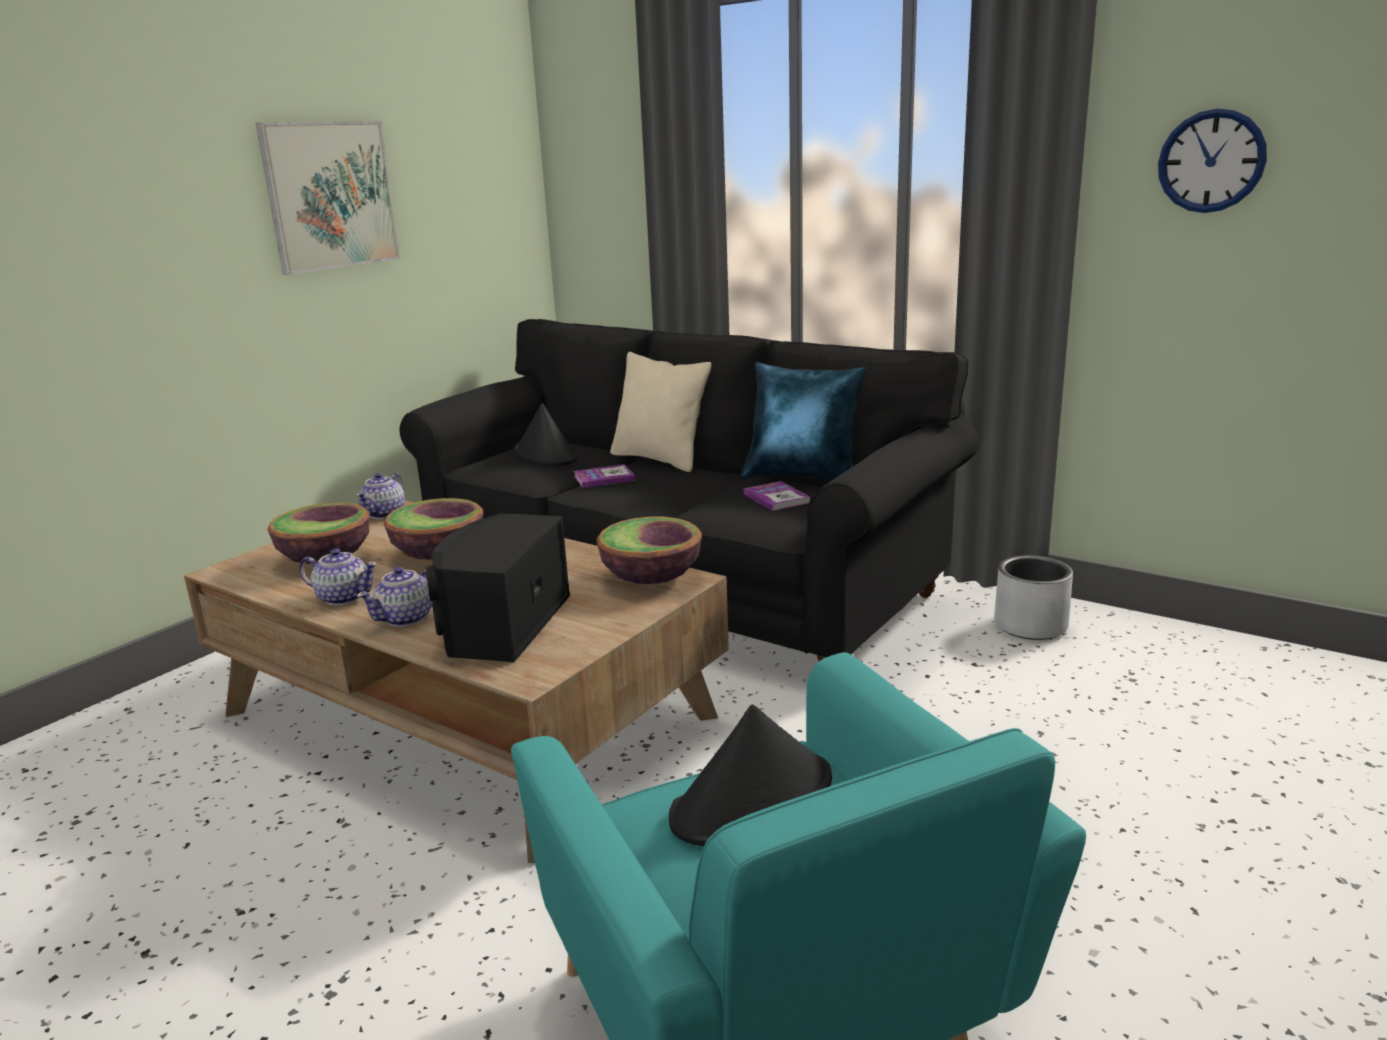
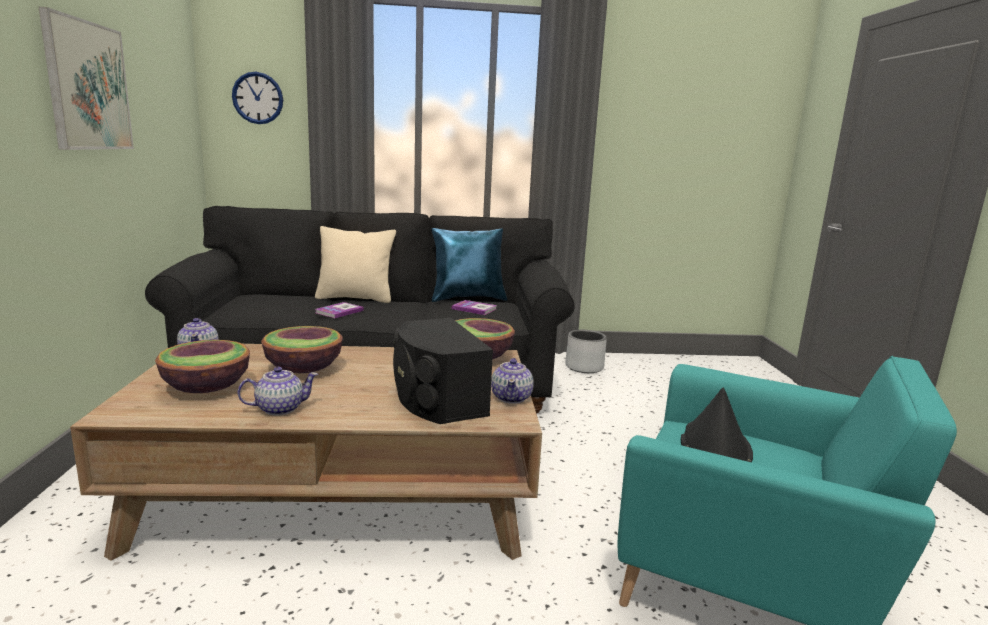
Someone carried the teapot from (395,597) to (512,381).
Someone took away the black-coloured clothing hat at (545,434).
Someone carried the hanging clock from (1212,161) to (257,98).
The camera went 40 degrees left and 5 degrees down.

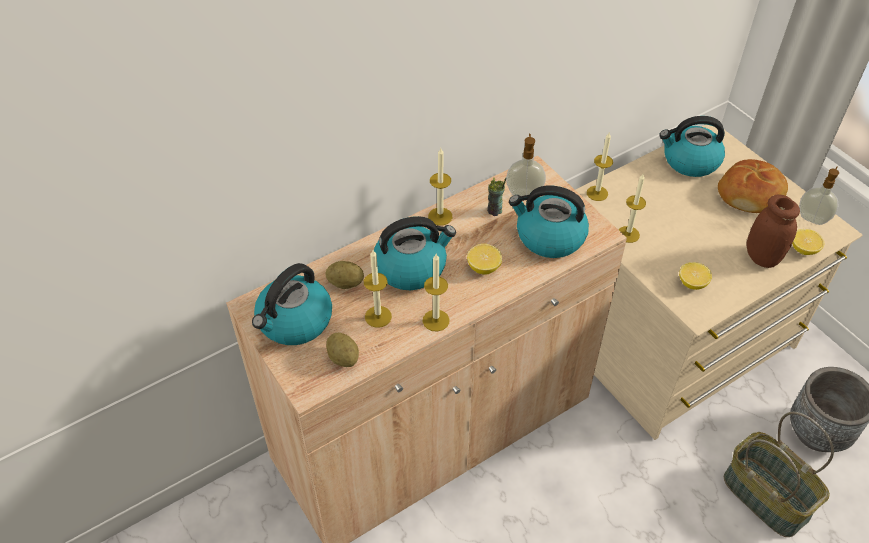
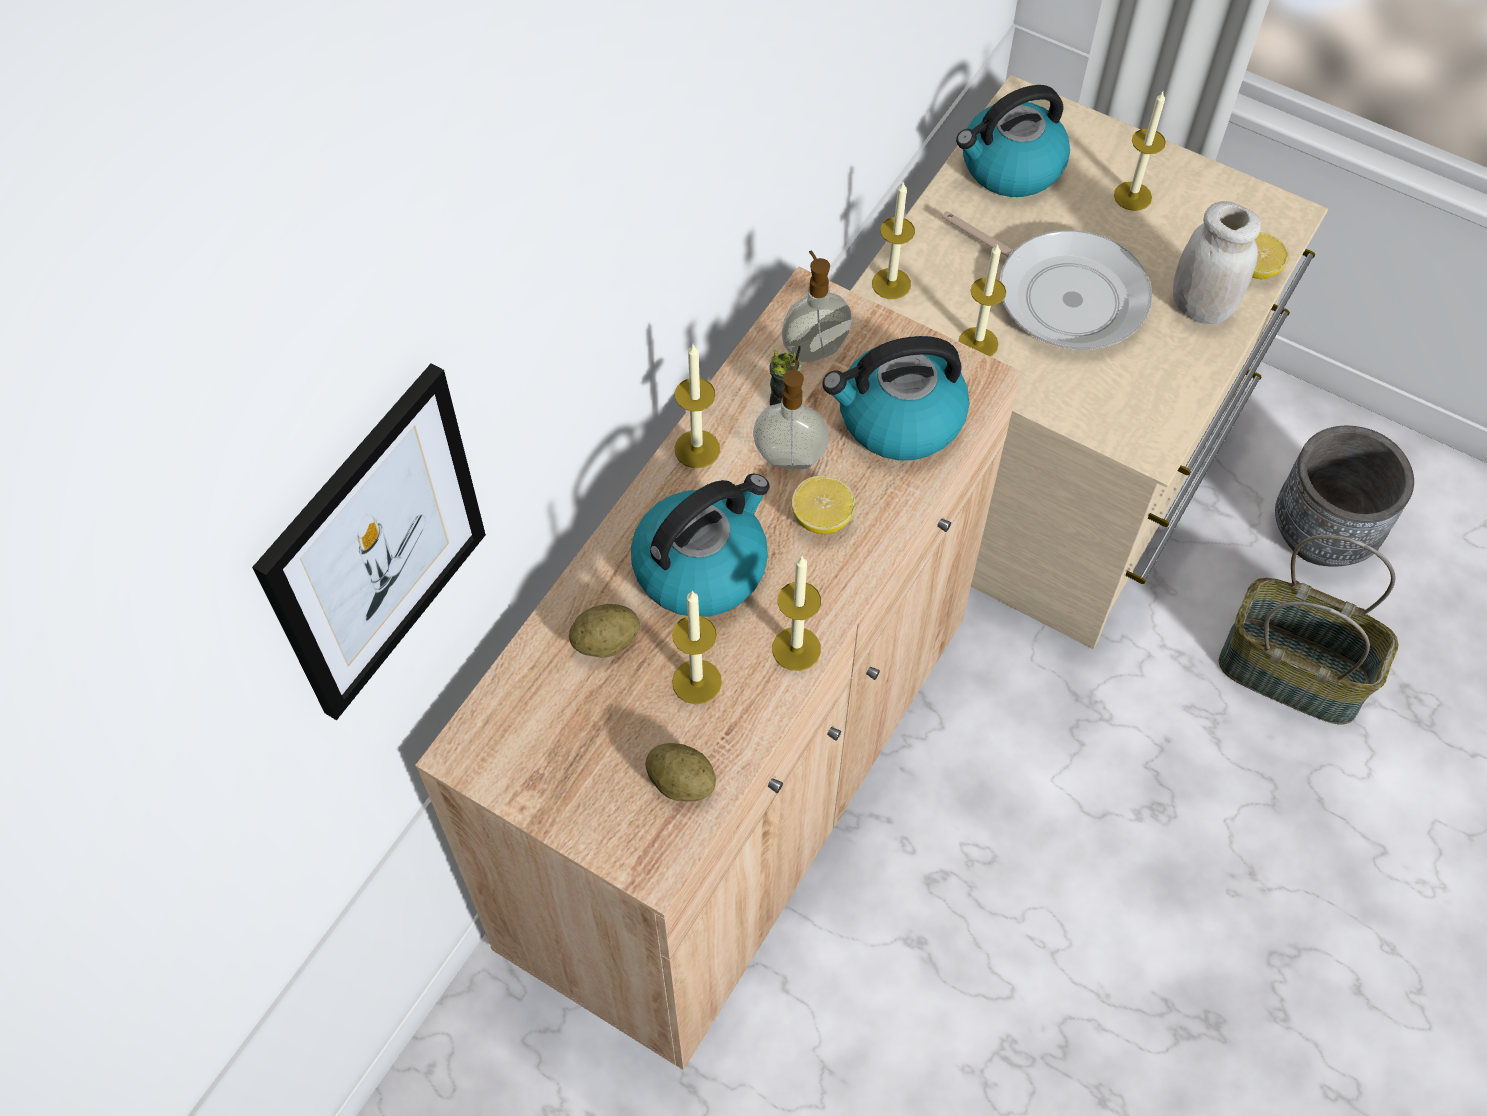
Someone took away the kettle at (292,304).
Someone took away the whole lemon at (695,276).
Someone swapped the baked bread at (753,186) for the wax light at (1140,151).
Someone repainted the brownish jar at (773,231), which became the white jar at (1217,262).
Someone carried the liquid soap bottle from (819,195) to (791,415).
Someone put up the picture at (369,541).
Someone put down the frying pan at (1047,280).
The camera went 25 degrees left and 10 degrees up.

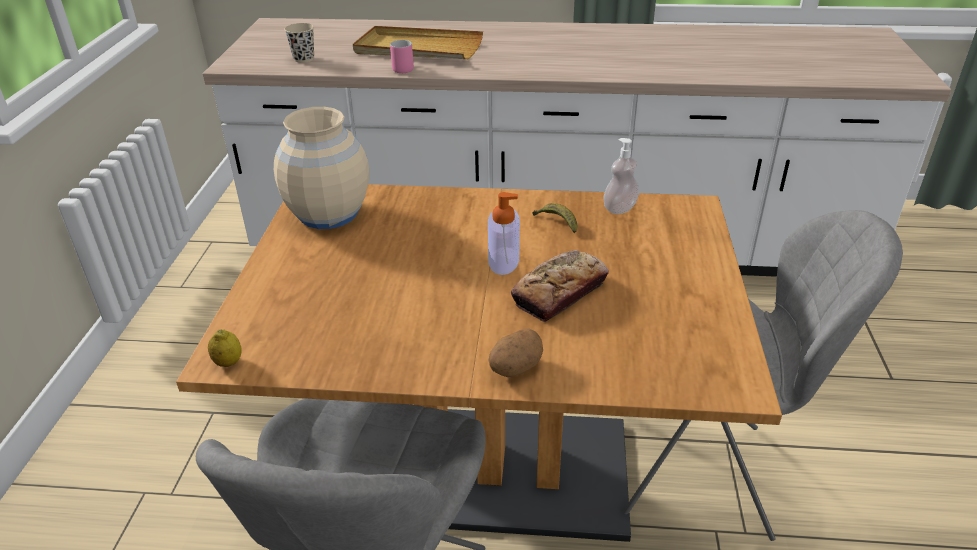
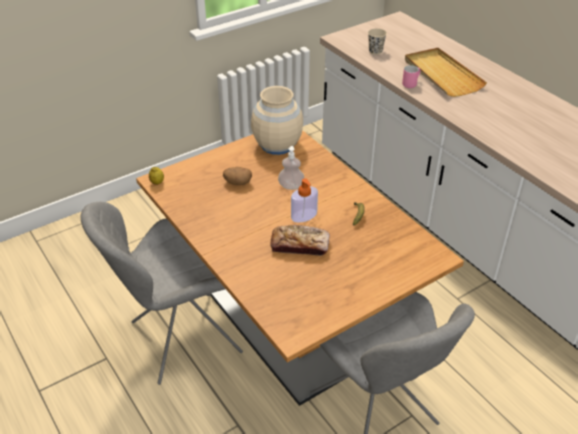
Someone carried the potato from (515,353) to (237,176).
Someone carried the liquid soap bottle from (621,176) to (291,168).
The camera went 50 degrees right and 5 degrees up.

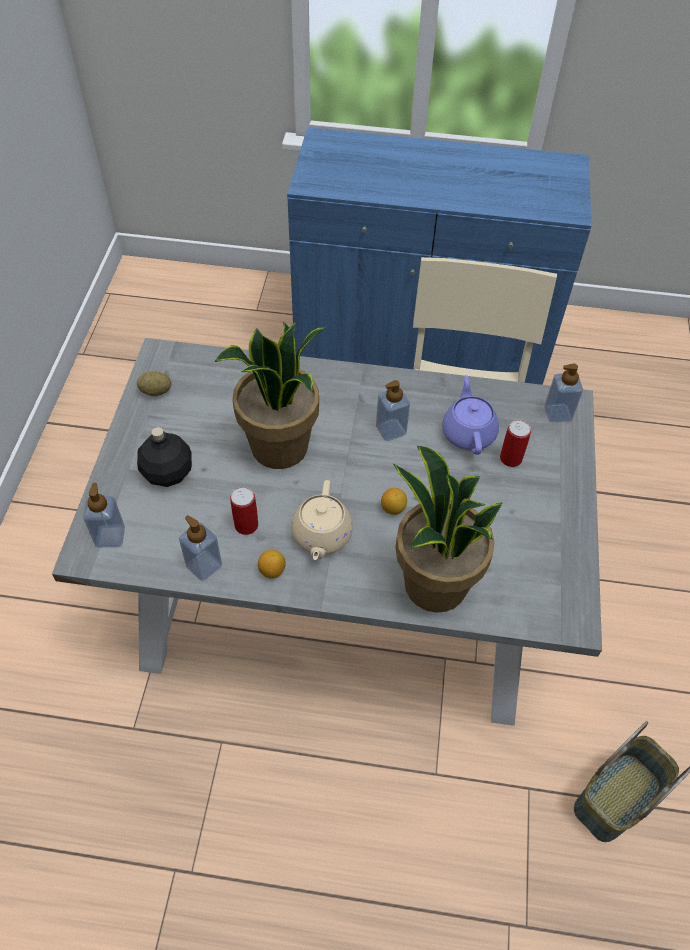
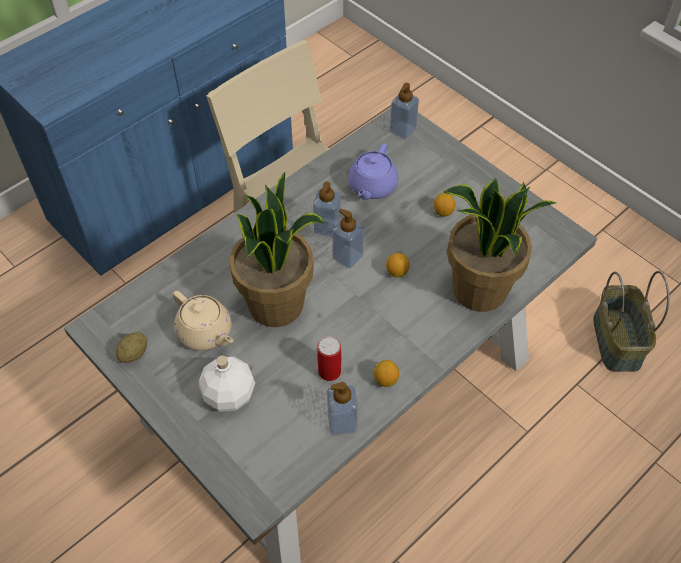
Someone carried the liquid soap bottle from (104,515) to (348,238).
Someone repainted the black-coloured beverage bottle at (164,457), which became the white beverage bottle at (227,384).
Someone carried the beige teapot from (322,520) to (203,320).
Someone rotated the purple-coloured teapot at (470,415) by 105 degrees counterclockwise.
Someone took away the metal can at (515,443).
Someone put down the whole lemon at (444,205).
The camera went 50 degrees left and 0 degrees up.

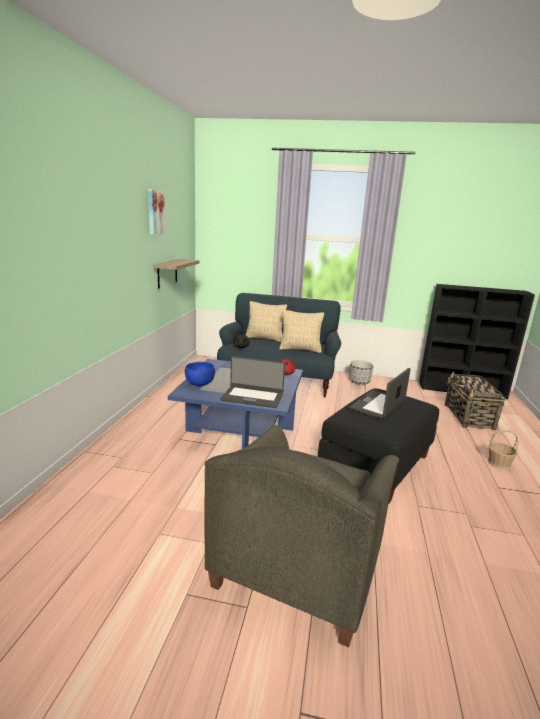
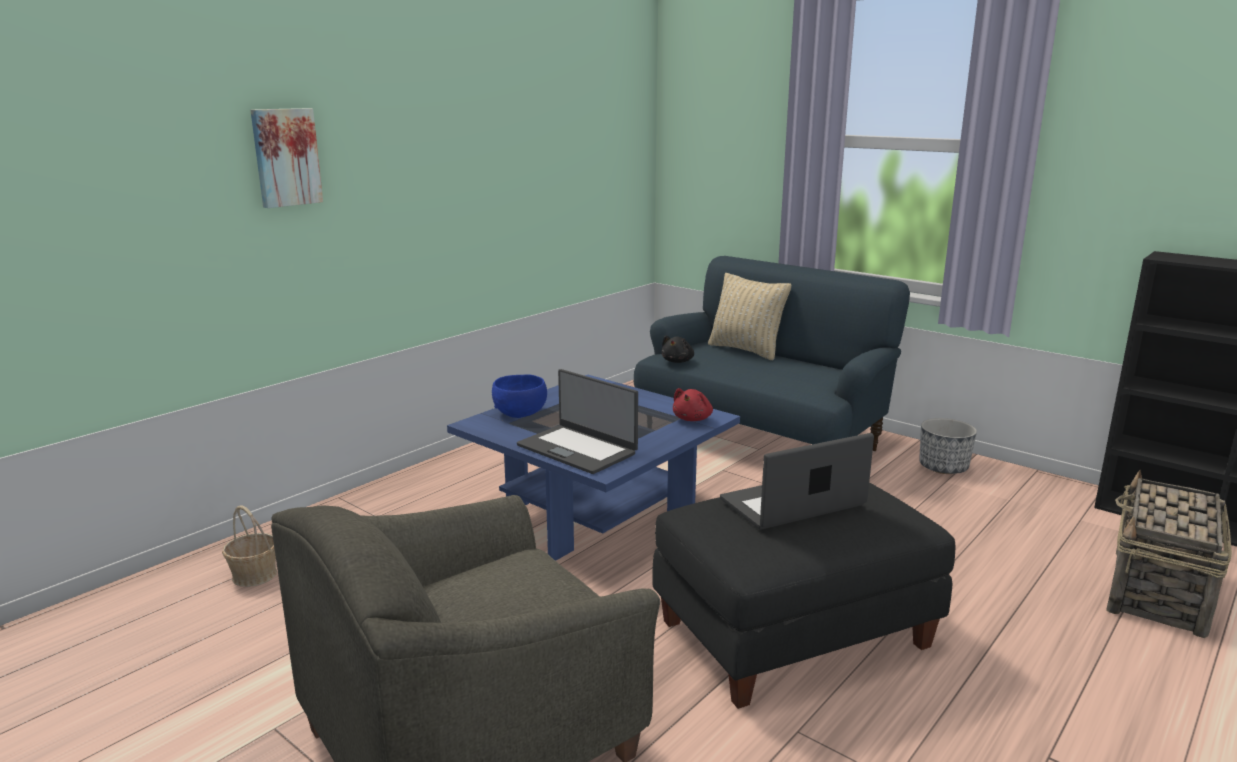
Someone carried the picture from (156,211) to (286,158).
Someone took away the shelf at (176,273).
Someone took away the beige cushion at (301,331).
Someone carried the storage basket from (503,450) to (249,546).
The camera went 30 degrees right and 0 degrees up.

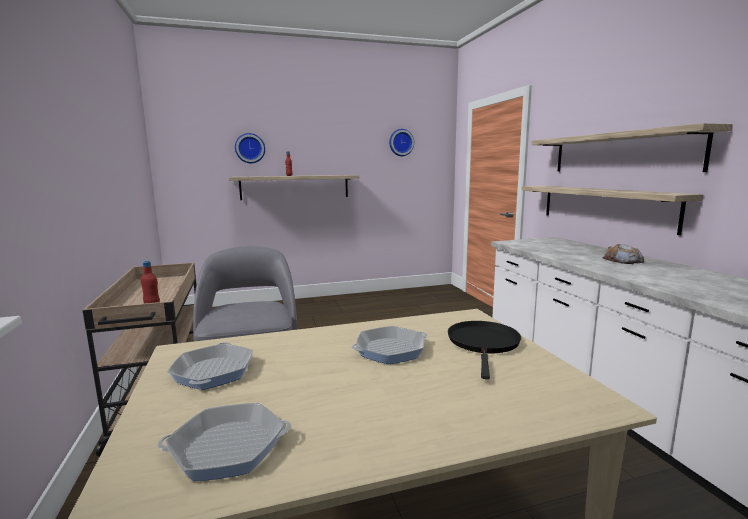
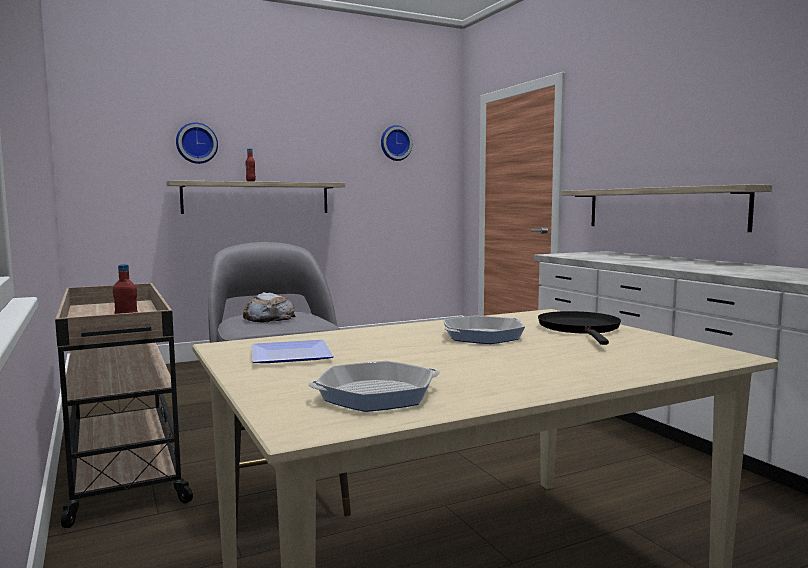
Someone swapped the frying pan at (210,366) for the plate at (292,351).
Someone took away the shelf at (632,147).
Someone carried the baked bread from (623,254) to (269,307).
The camera went 10 degrees left and 5 degrees down.

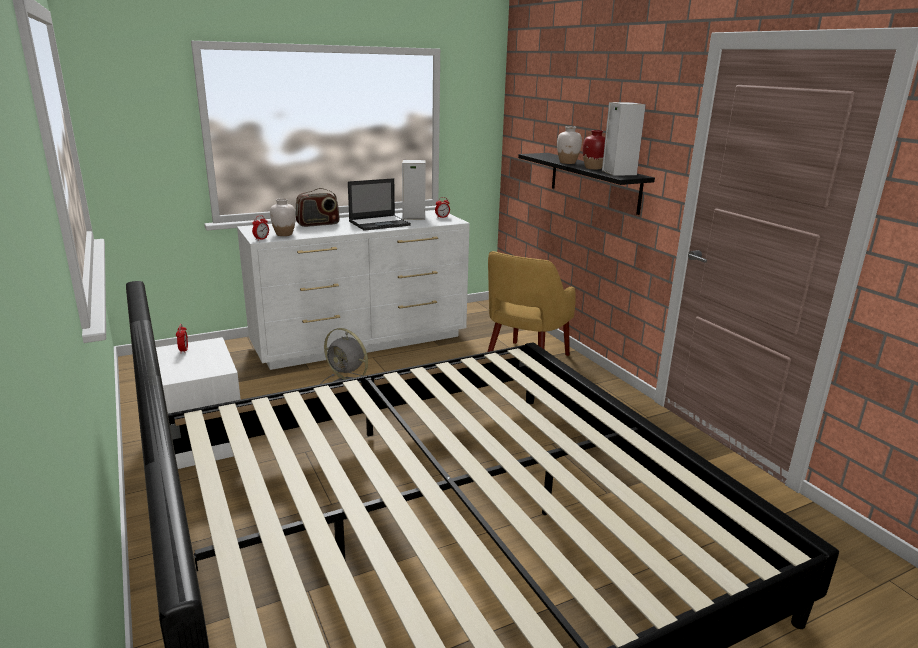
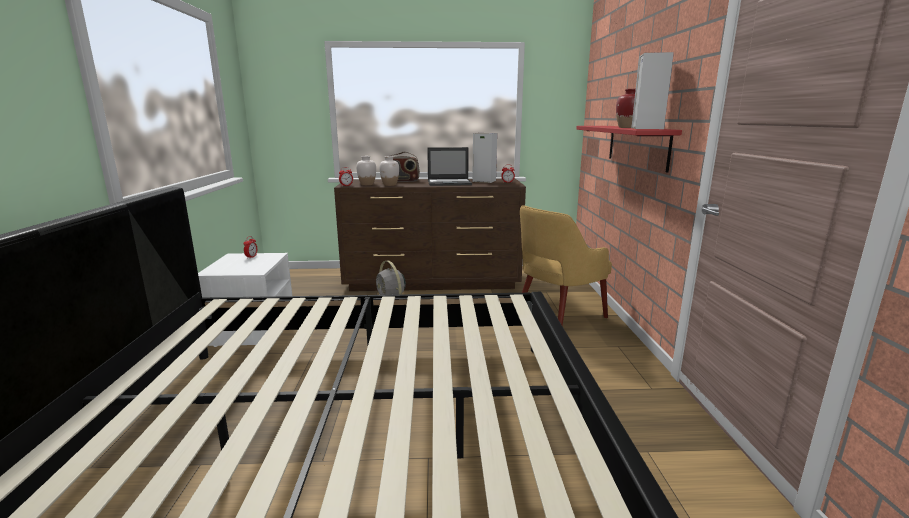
Someone repainted the white dresser at (353,290), which became the brownish dresser at (430,235).
Someone repainted the black-coloured shelf at (586,184), which became the red shelf at (629,149).
Someone carried the white decorative vase from (569,145) to (389,171).
The camera went 25 degrees right and 5 degrees down.

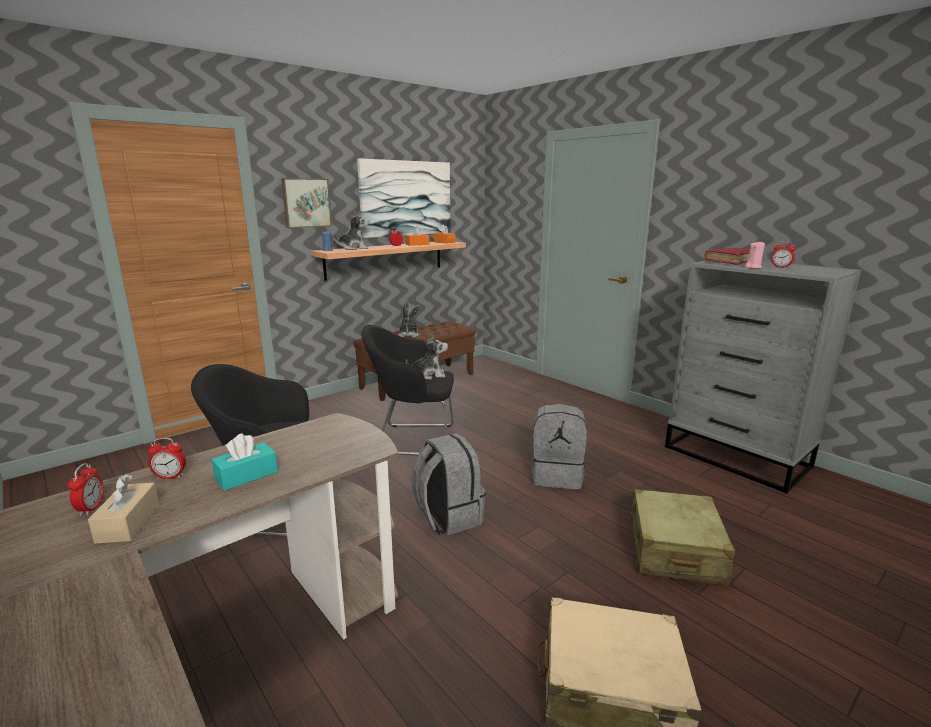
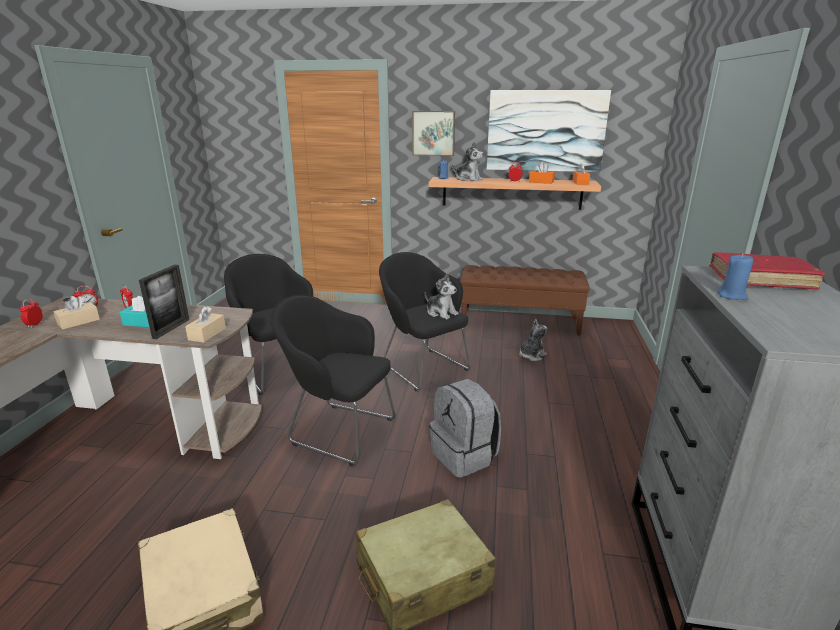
Someone carried the plush toy from (409,319) to (533,340).
Someone swapped the gray knapsack at (449,484) for the black-coloured lounge chair at (333,381).
Someone repainted the pinkish wax light at (755,255), which became the blue wax light at (735,276).
Someone carried the alarm clock from (783,254) to (31,313).
Someone put down the standing frame at (164,302).
Someone put down the beige tissue box at (205,324).
The camera went 50 degrees right and 5 degrees up.

